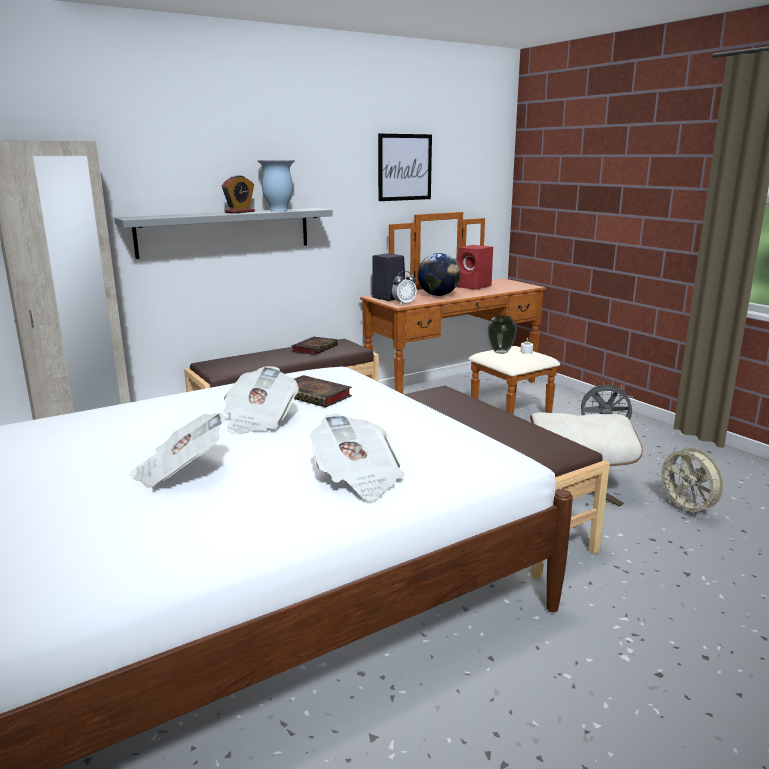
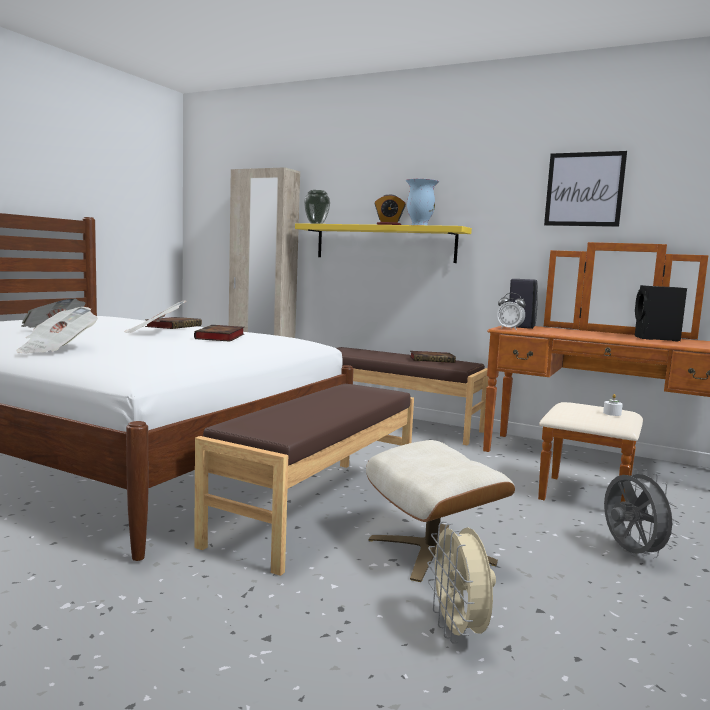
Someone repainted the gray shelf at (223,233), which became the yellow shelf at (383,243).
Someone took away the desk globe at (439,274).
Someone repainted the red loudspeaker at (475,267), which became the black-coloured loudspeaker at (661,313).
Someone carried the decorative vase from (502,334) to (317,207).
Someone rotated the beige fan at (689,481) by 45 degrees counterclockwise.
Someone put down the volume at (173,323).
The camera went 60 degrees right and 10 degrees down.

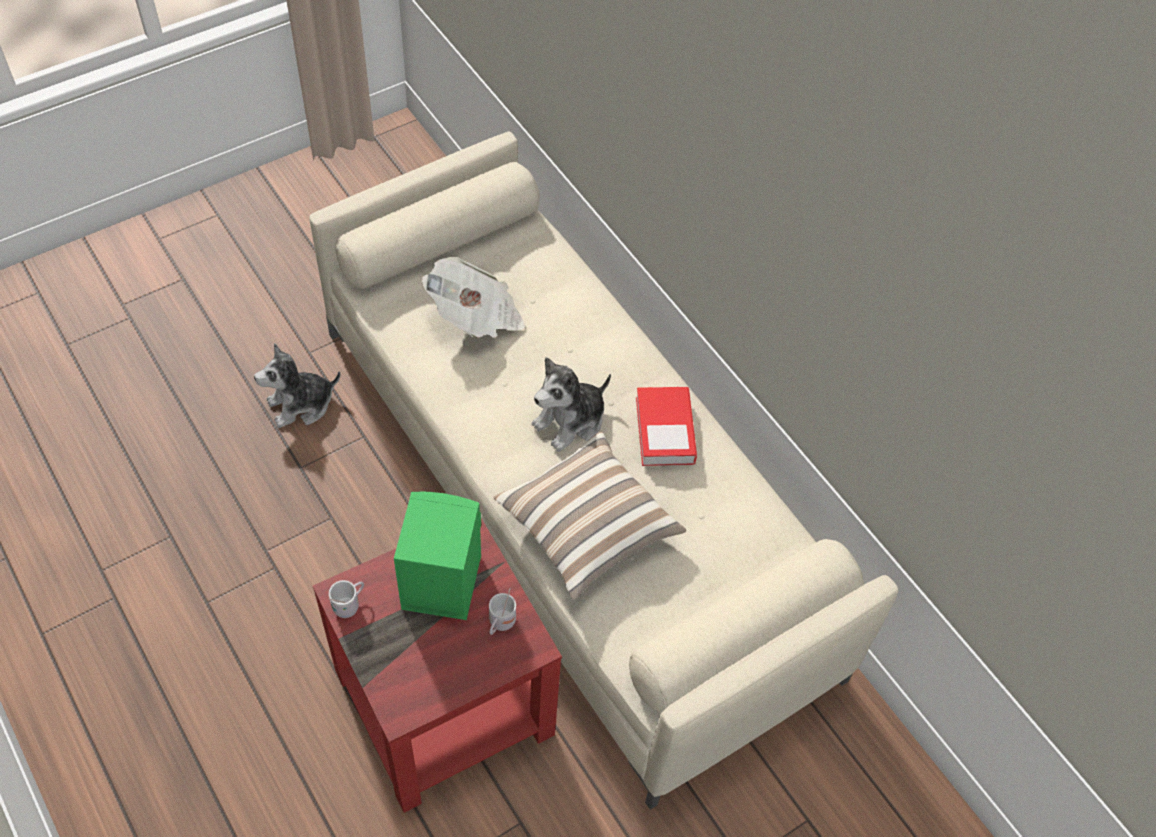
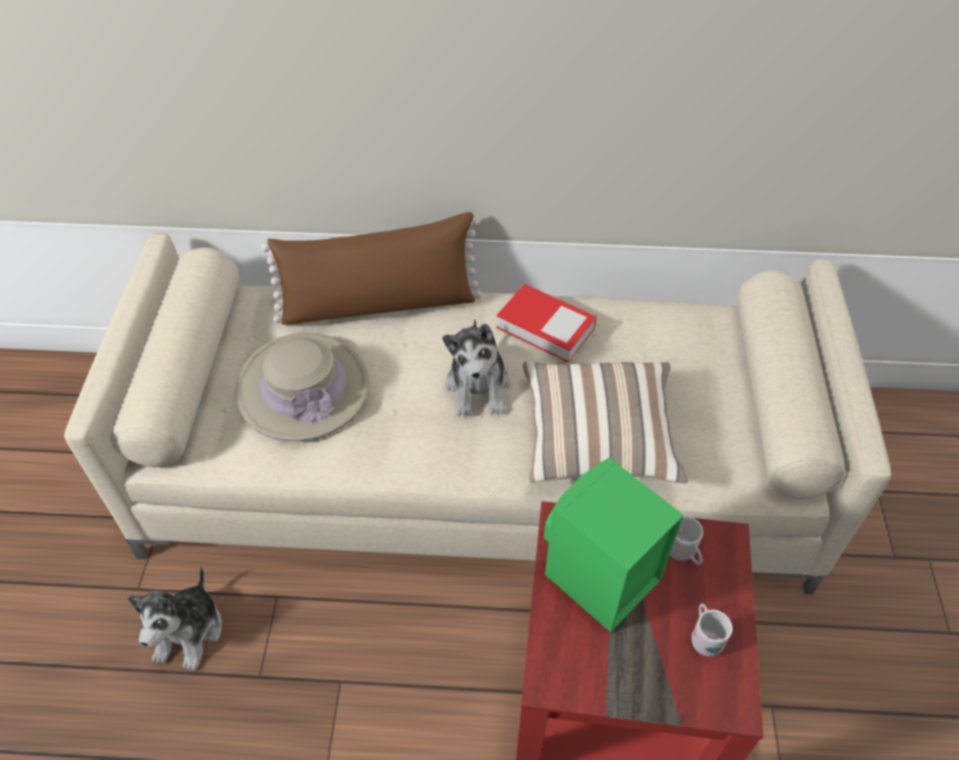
Someone carried the white coffee mug from (346,599) to (712,630).
Someone swapped the printed paper at (474,297) for the beige clothing hat at (303,386).
Someone put down the brownish cushion at (371,268).
The camera went 50 degrees left and 5 degrees down.

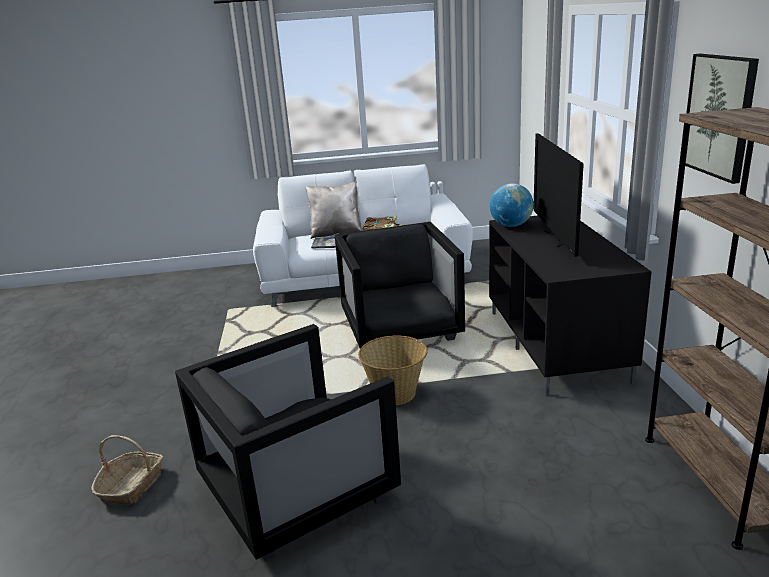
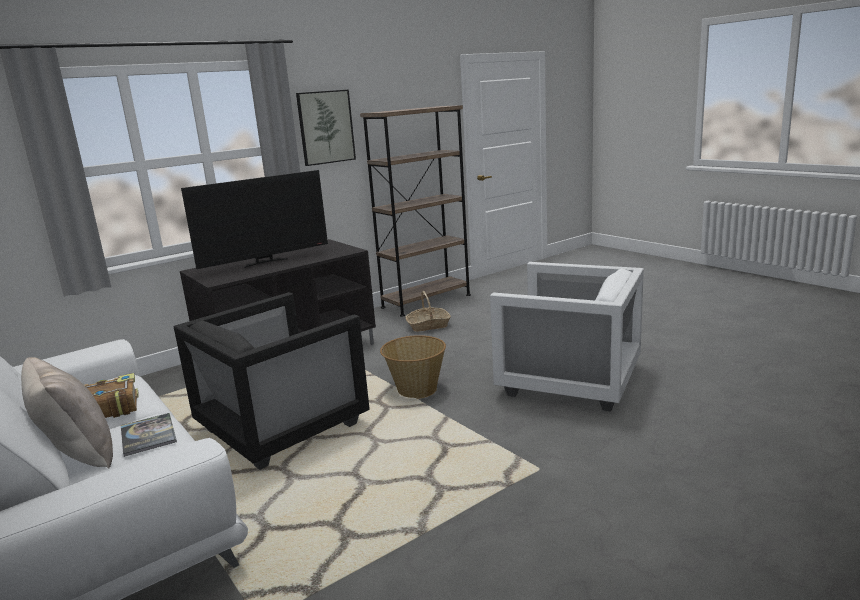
Someone carried the storage basket from (127,470) to (428,311).
Someone repainted the black-coloured lounge chair at (288,443), which became the white lounge chair at (567,337).
Someone took away the desk globe at (511,205).
The camera went 120 degrees left and 5 degrees down.

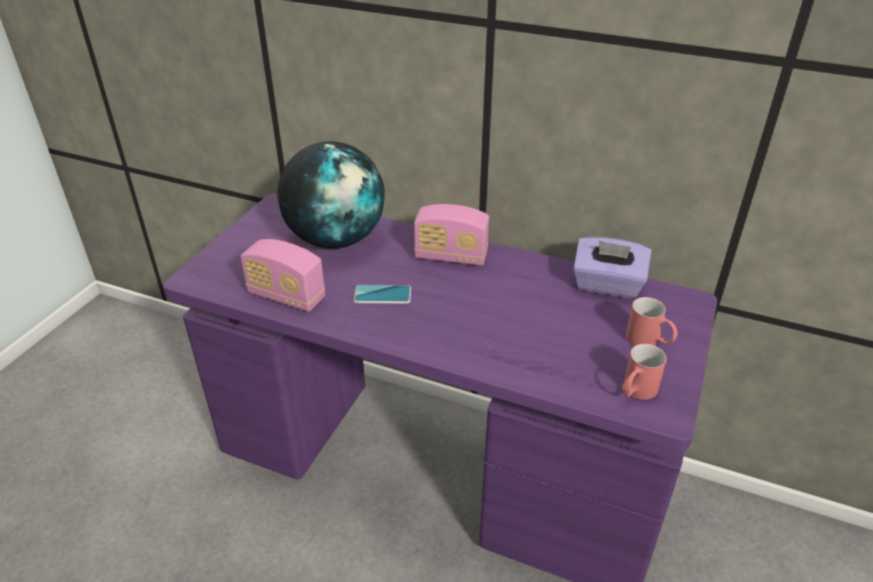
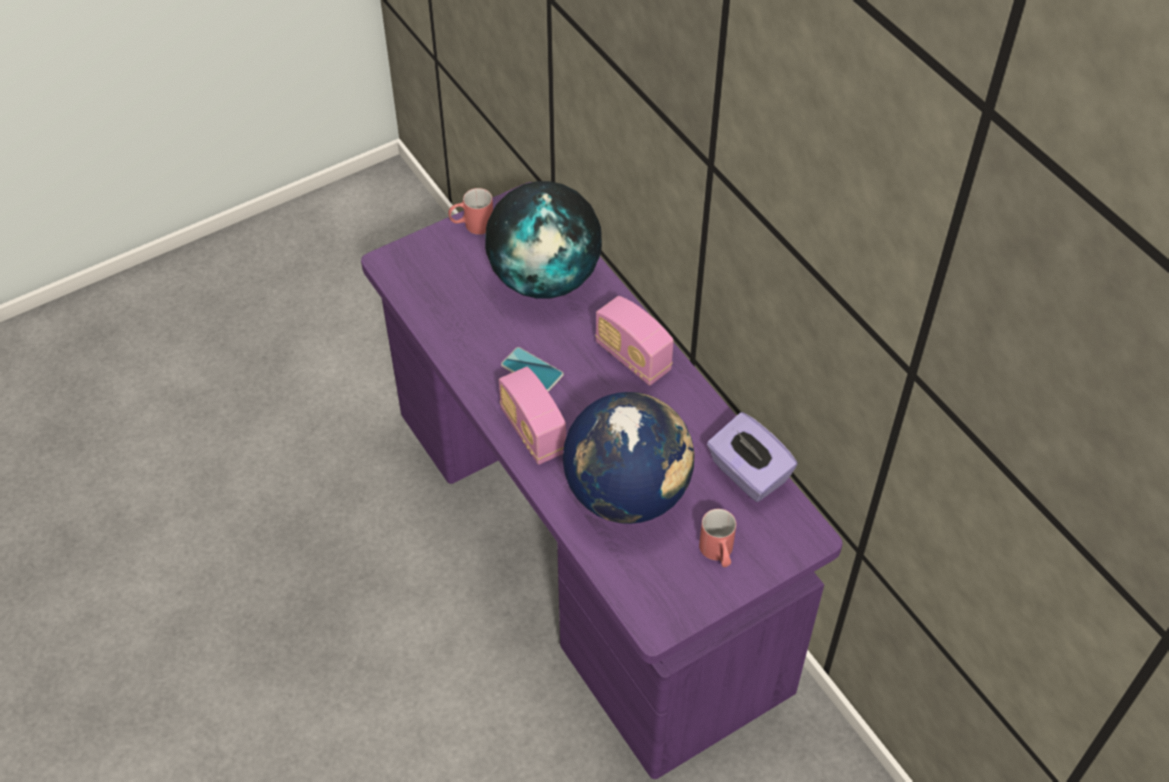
Someone carried the radio receiver from (282,275) to (532,416).
Someone carried the red coffee mug from (644,372) to (470,211).
Someone put down the desk globe at (628,458).
The camera went 35 degrees right and 15 degrees up.

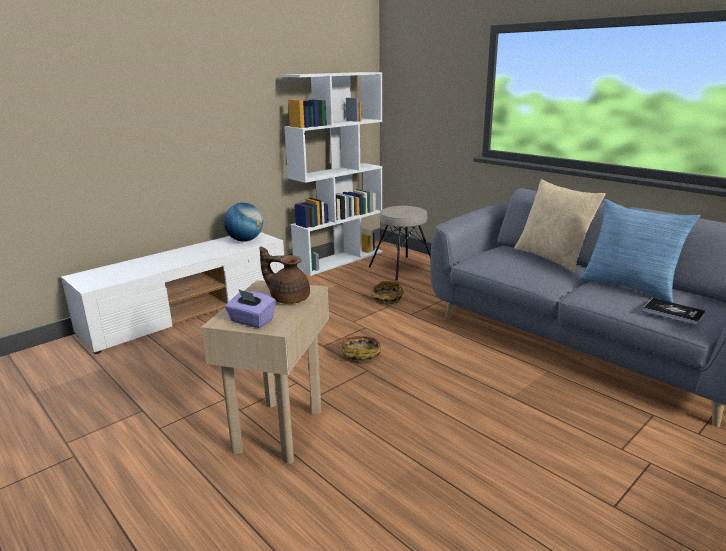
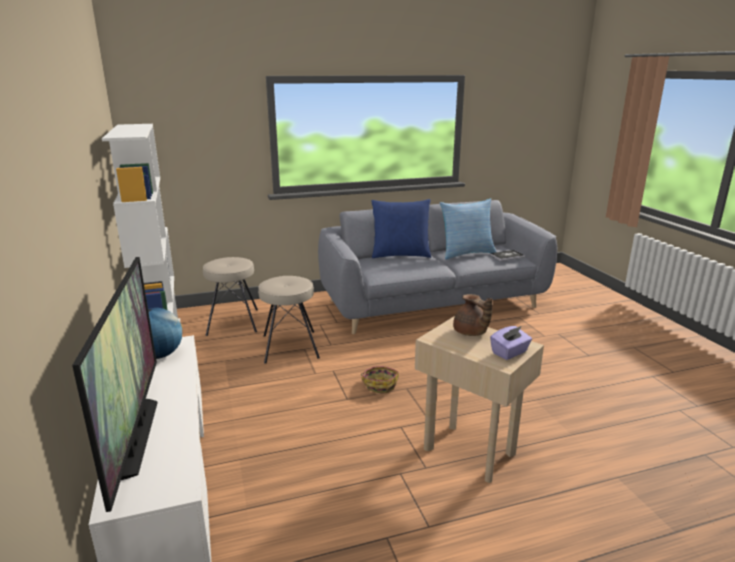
Someone rotated the brownish teapot at (285,275) by 75 degrees counterclockwise.
Someone swapped the storage basket at (387,292) for the beige sitting stool at (289,320).
Someone repainted the beige cushion at (560,226), which became the blue cushion at (401,228).
Someone put down the TV at (115,384).
The camera went 65 degrees left and 0 degrees up.

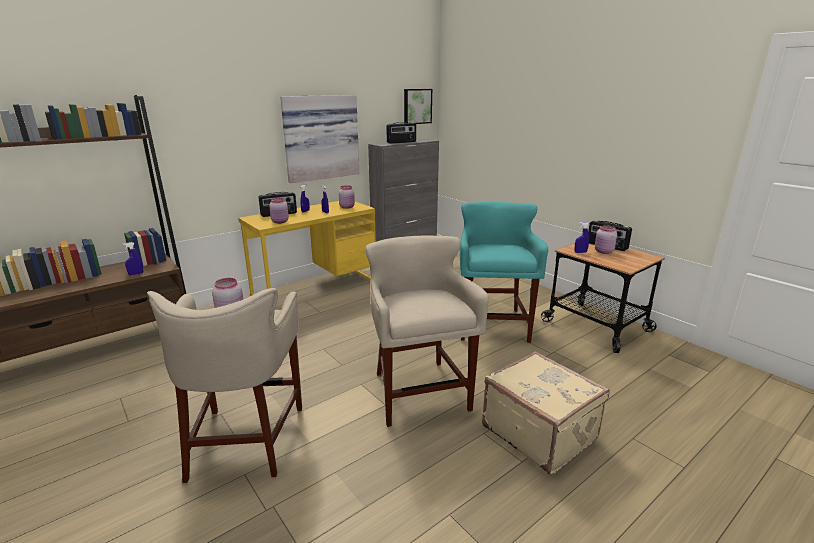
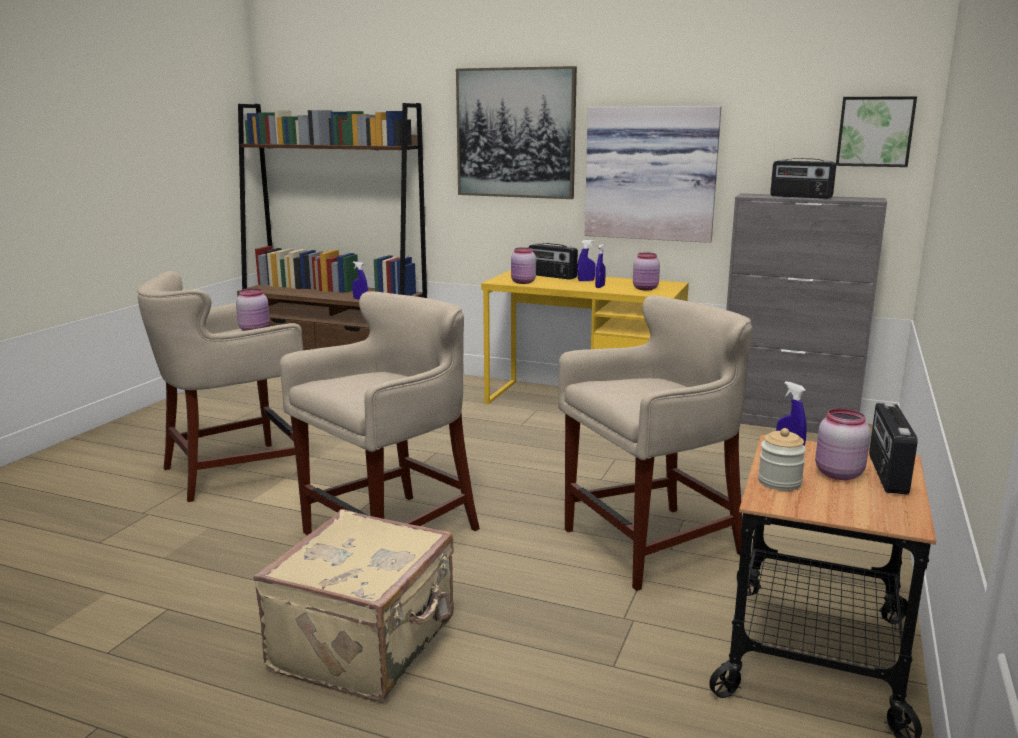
Someone repainted the turquoise-coloured sitting stool at (504,272), which became the beige sitting stool at (655,443).
Someone put up the picture at (516,132).
Someone put down the jar at (782,459).
The camera went 60 degrees right and 5 degrees down.

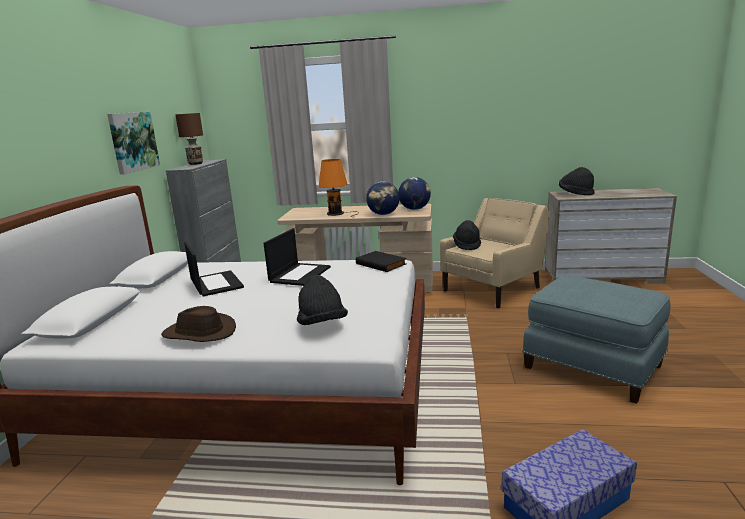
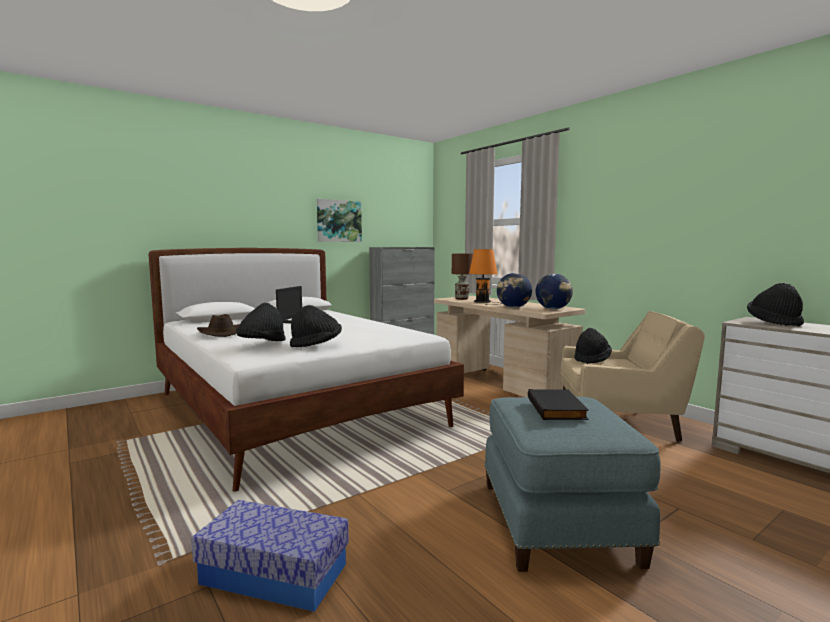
Someone carried the brownish lamp for a table from (189,139) to (462,277).
Someone took away the portable computer at (297,257).
Someone carried the black-coloured volume from (381,261) to (558,404).
Someone put down the black-coloured clothing hat at (316,326).
The camera went 45 degrees right and 10 degrees down.

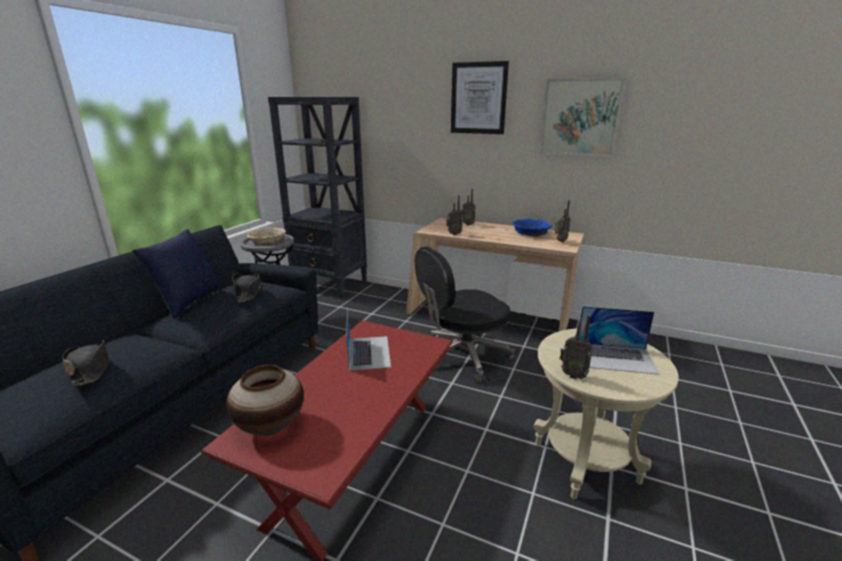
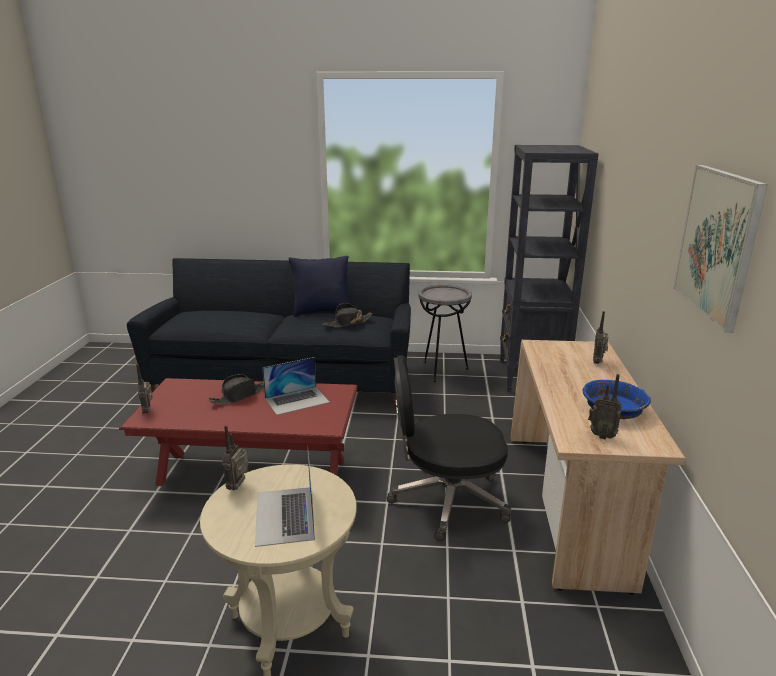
Someone carried the black-coloured clothing hat from (85,363) to (236,389).
Someone took away the decorative vase at (265,400).
Someone took away the beige bowl at (266,236).
Someone rotated the black-coloured desk chair at (465,315) by 45 degrees counterclockwise.
Someone carried the radio receiver from (454,215) to (144,389).
Someone took away the picture at (480,97).
The camera went 70 degrees right and 0 degrees up.

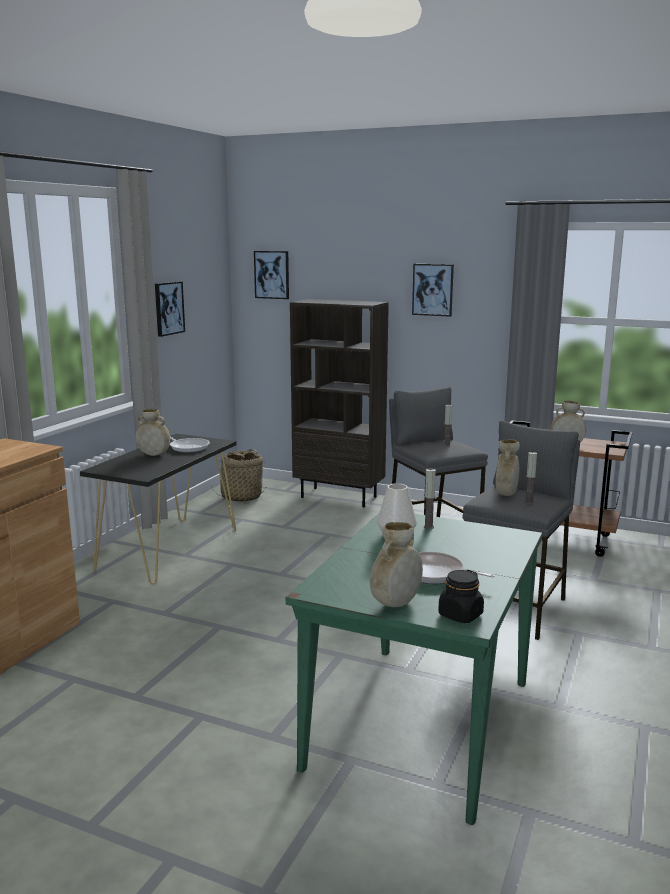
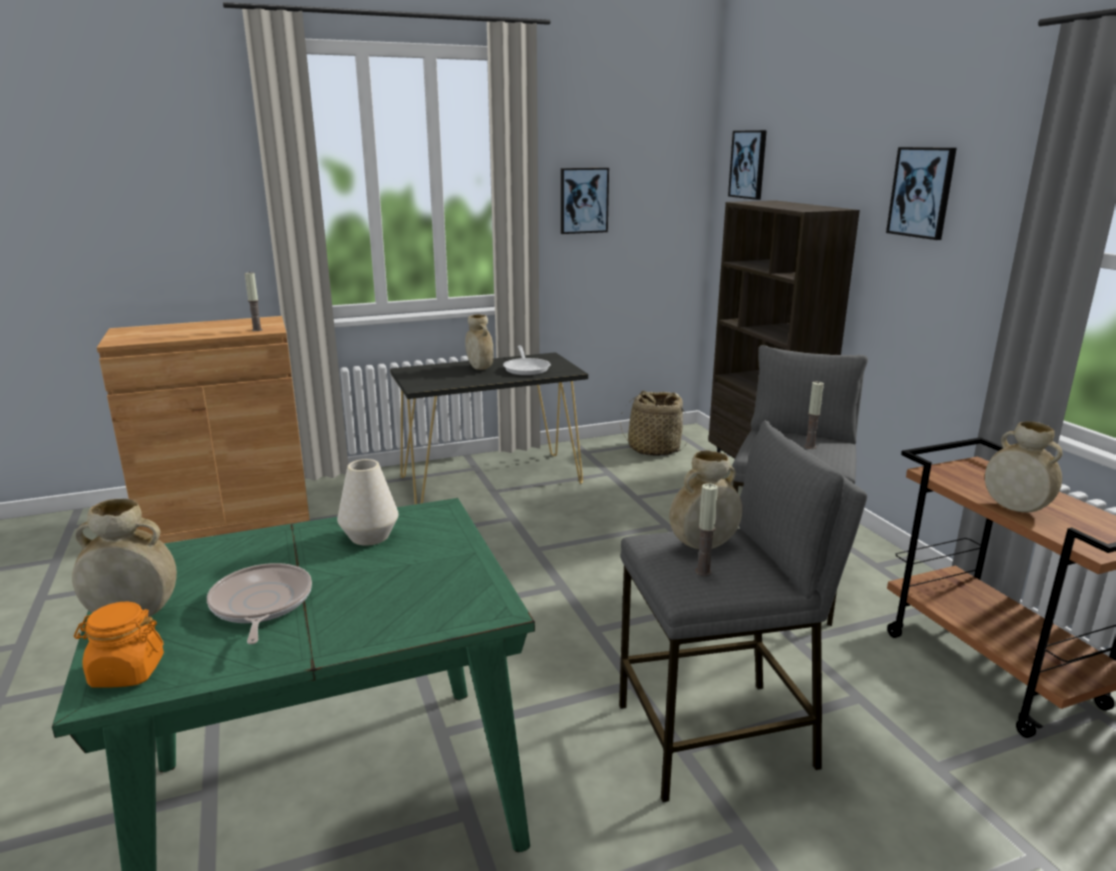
Someone carried the wax light from (430,499) to (253,301).
Someone repainted the black-coloured jar at (461,596), which became the orange-coloured jar at (119,645).
The camera went 45 degrees right and 5 degrees up.

